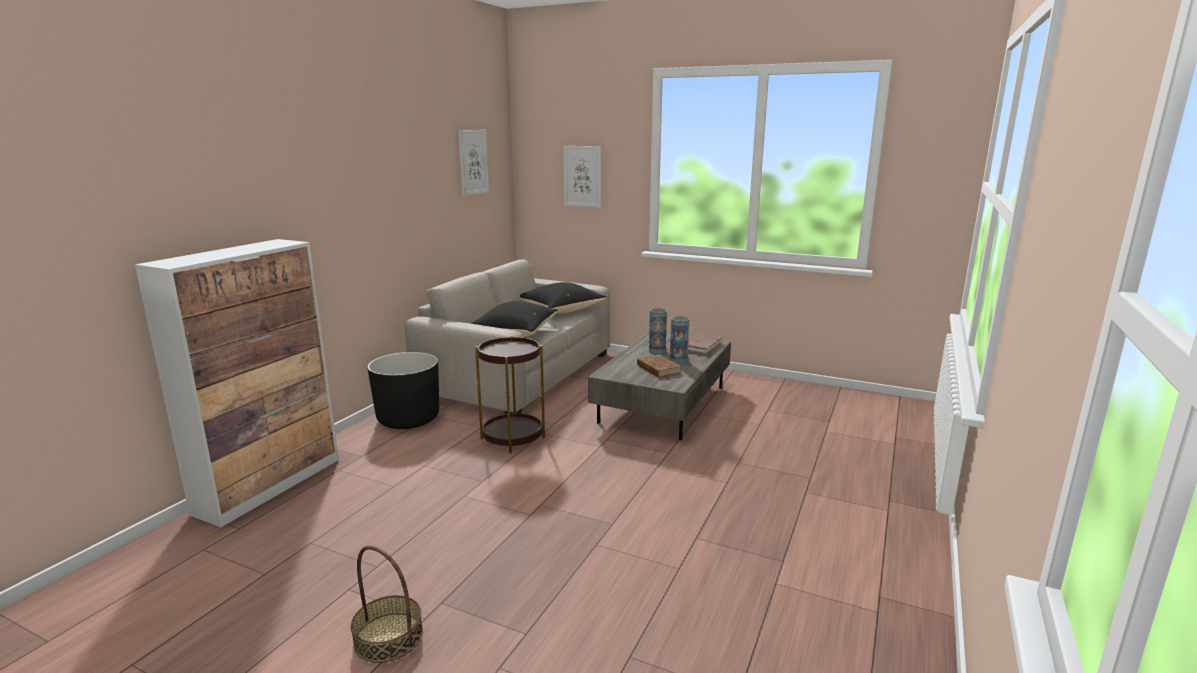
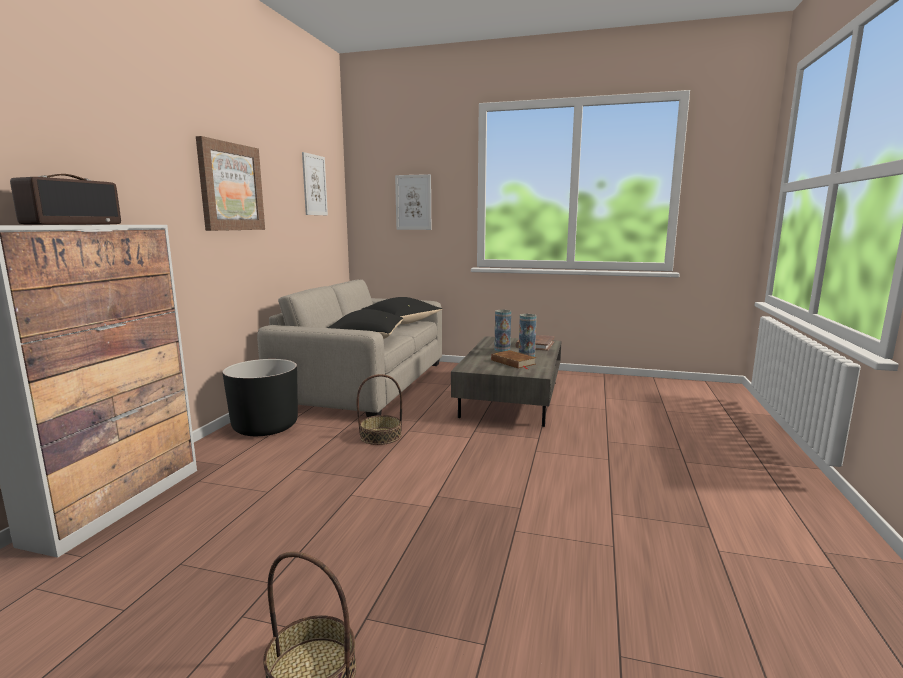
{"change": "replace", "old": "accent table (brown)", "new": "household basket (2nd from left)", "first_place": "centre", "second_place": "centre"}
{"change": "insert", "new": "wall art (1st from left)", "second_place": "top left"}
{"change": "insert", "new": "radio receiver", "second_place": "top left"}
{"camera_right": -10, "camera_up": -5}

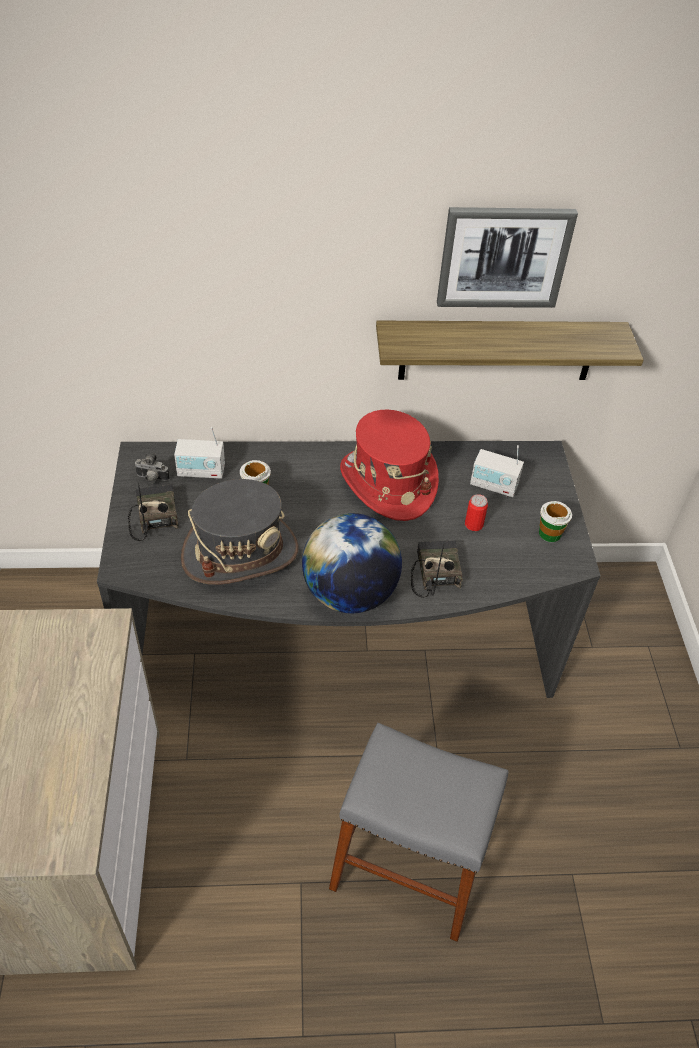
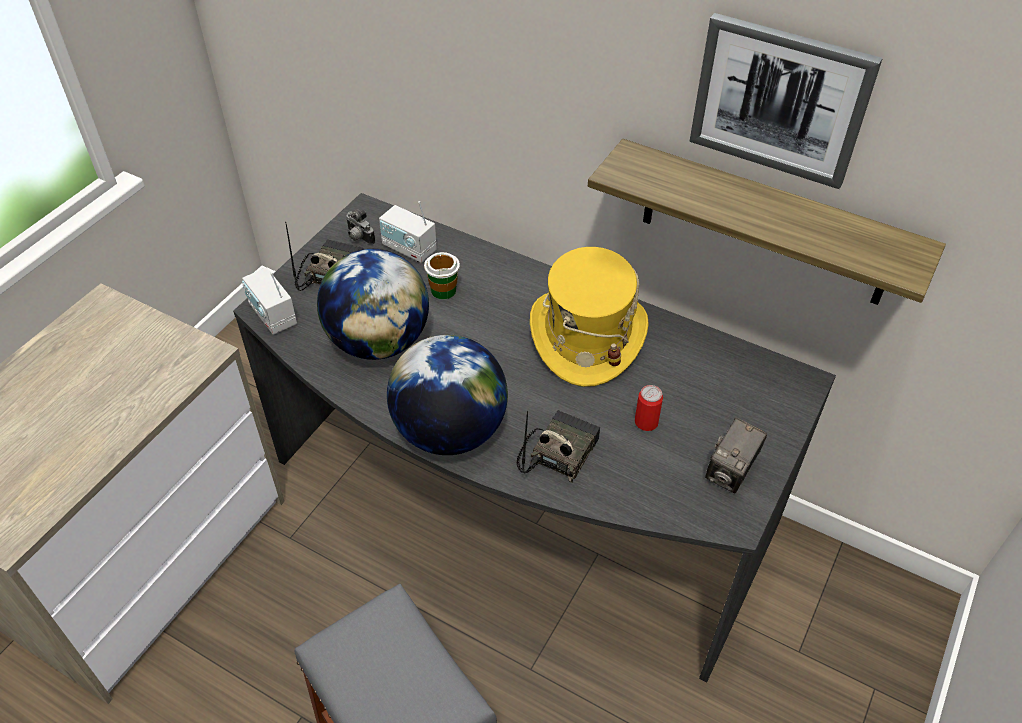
{"change": "recolor", "old": "wearable hat (red-coloured)", "new": "wearable hat (yellow-coloured)", "first_place": "centre", "second_place": "centre"}
{"change": "move", "old": "radio receiver (4th from left in the first image)", "new": "radio receiver (1st from left)", "first_place": "middle right", "second_place": "middle left"}
{"change": "replace", "old": "wearable hat (gray)", "new": "world globe (1st from left)", "first_place": "centre", "second_place": "centre"}
{"change": "replace", "old": "drinking cup (2nd from left)", "new": "still camera (2nd from left)", "first_place": "middle right", "second_place": "middle right"}
{"camera_right": 35, "camera_up": 0}

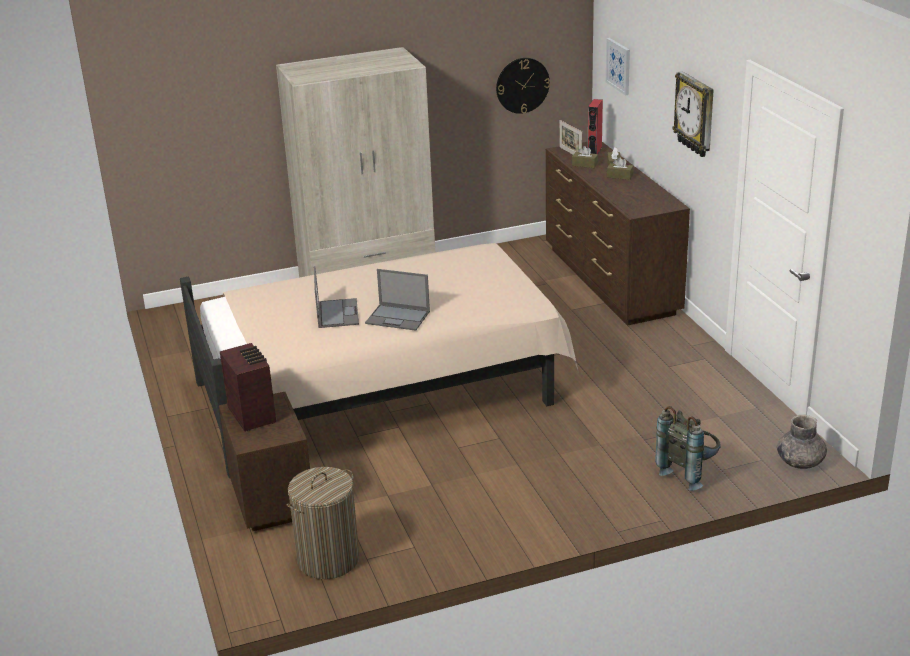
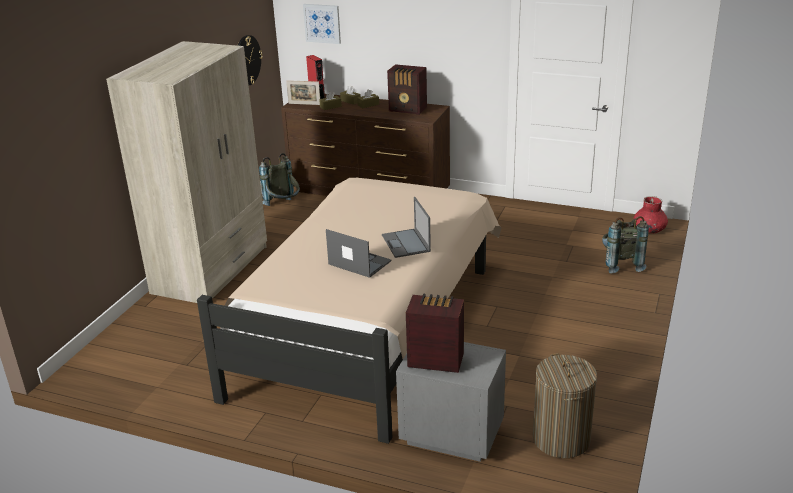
{"change": "delete", "old": "clock on the wall (2nd from left)", "first_place": "top right"}
{"change": "rotate", "old": "notebook computer (2nd from left)", "first_place": "centre", "second_place": "centre", "degrees": 105}
{"change": "recolor", "old": "bedside table (brown)", "new": "bedside table (gray)", "first_place": "bottom left", "second_place": "bottom centre"}
{"change": "recolor", "old": "vase (gray)", "new": "vase (red-coloured)", "first_place": "bottom right", "second_place": "middle right"}
{"change": "insert", "new": "radio receiver (1st from left)", "second_place": "top centre"}
{"change": "insert", "new": "knapsack (gray) (1st from left)", "second_place": "centre"}
{"camera_right": -50, "camera_up": 0}

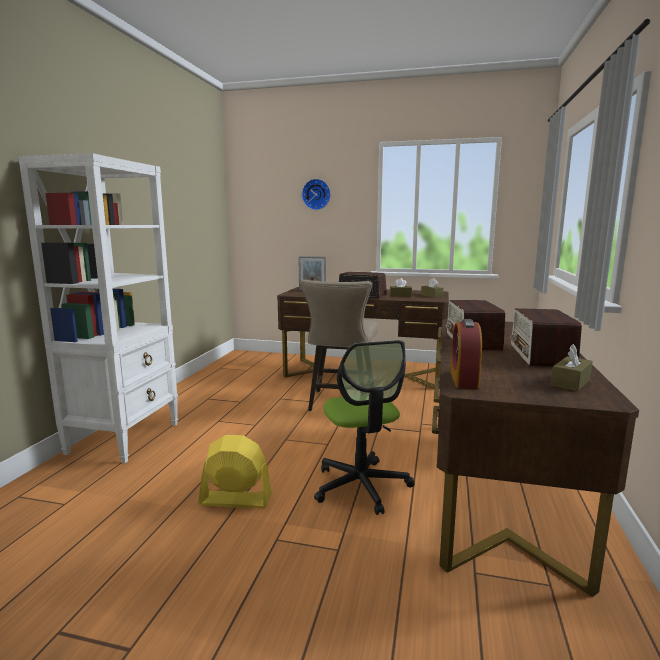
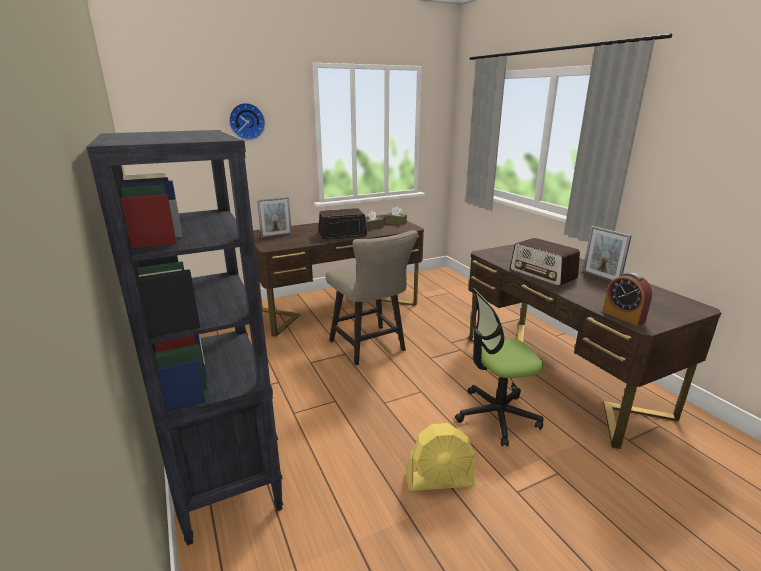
{"change": "recolor", "old": "bookcase (white)", "new": "bookcase (blackish)", "first_place": "middle left", "second_place": "middle left"}
{"change": "replace", "old": "radio receiver (3rd from left)", "new": "photo frame (2nd from left)", "first_place": "middle right", "second_place": "middle right"}
{"change": "rotate", "old": "office chair", "first_place": "centre", "second_place": "centre", "degrees": 135}
{"change": "delete", "old": "tissue box (brown) (3rd from left)", "first_place": "middle right"}
{"change": "rotate", "old": "fan (yellow-coloured)", "first_place": "bottom centre", "second_place": "bottom centre", "degrees": -150}
{"camera_right": -40, "camera_up": 10}

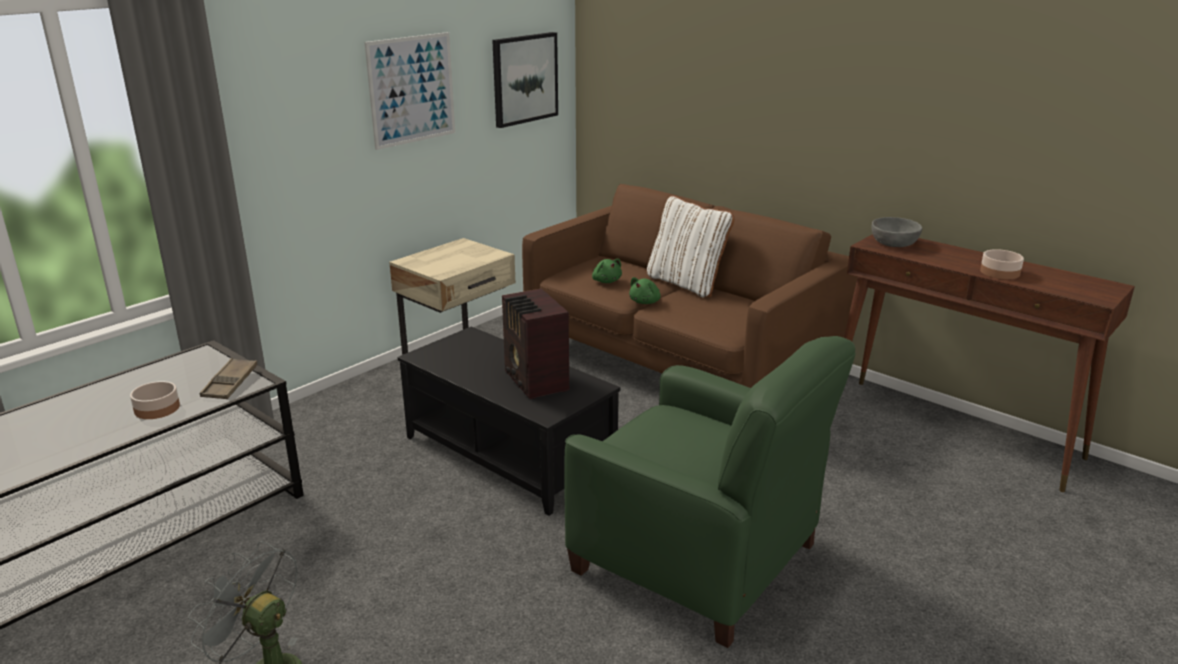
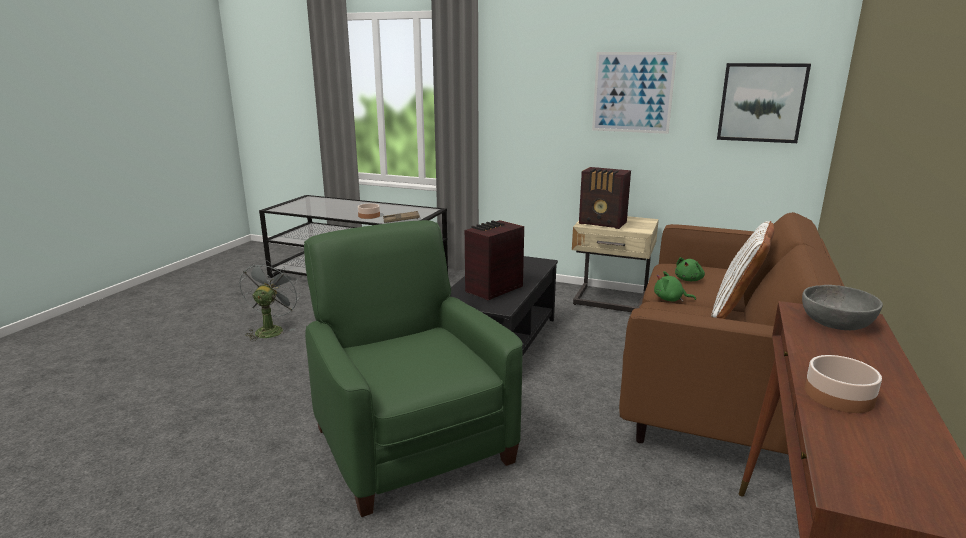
{"change": "rotate", "old": "easy chair (green-coloured)", "first_place": "bottom centre", "second_place": "bottom centre", "degrees": 135}
{"change": "insert", "new": "radio receiver (2nd from left)", "second_place": "centre"}
{"camera_right": 70, "camera_up": -5}

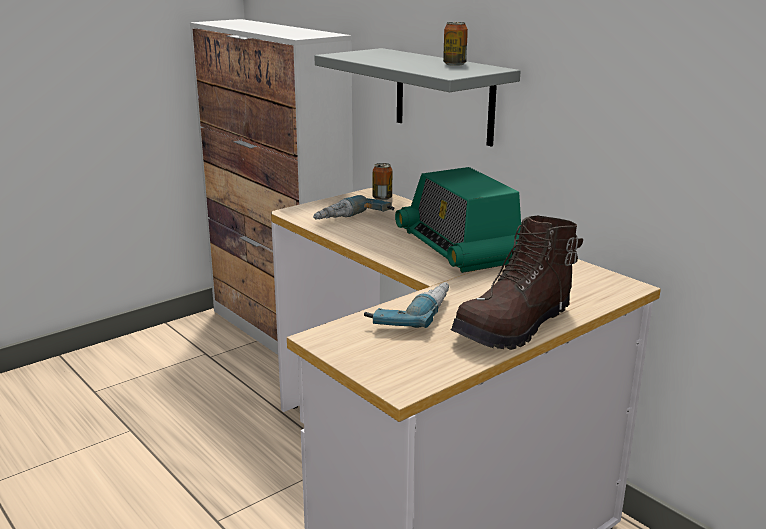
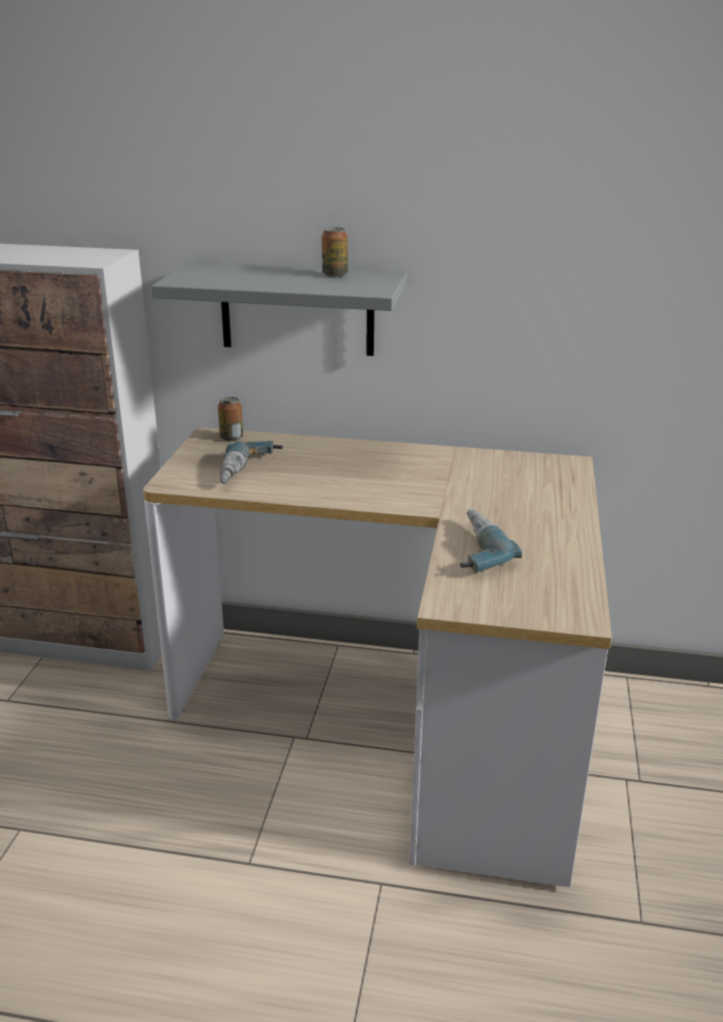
{"change": "delete", "old": "radio receiver", "first_place": "centre"}
{"change": "delete", "old": "tall boot (brown)", "first_place": "middle right"}
{"camera_right": -40, "camera_up": 5}

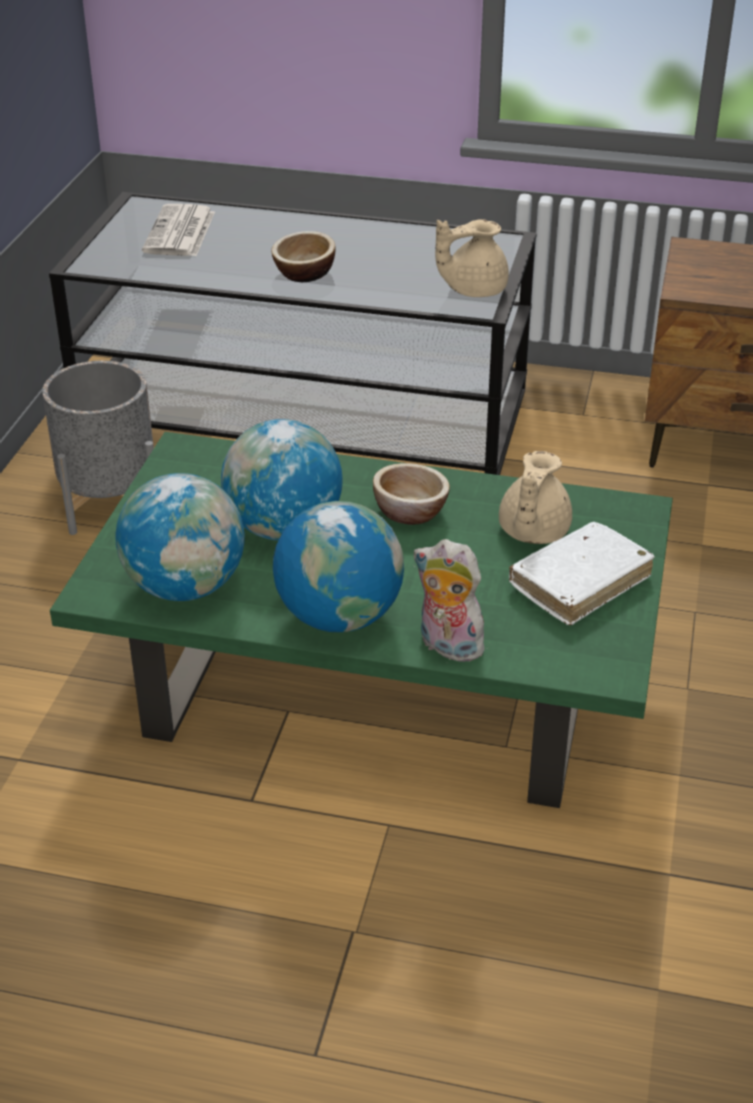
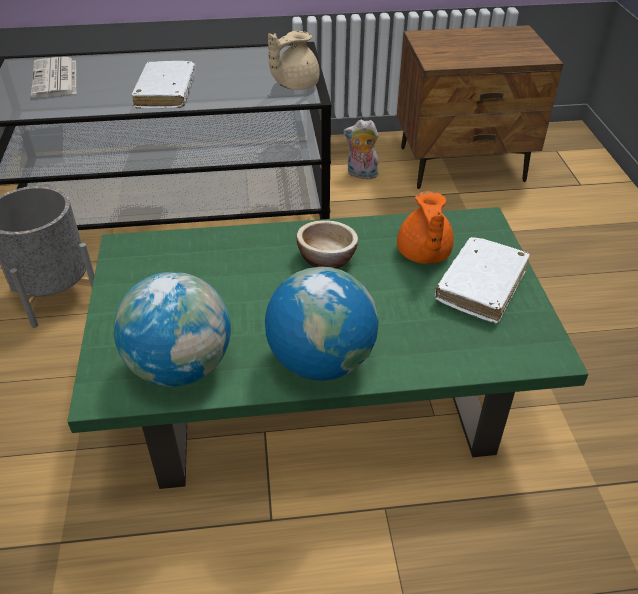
{"change": "replace", "old": "bowl (1st from left)", "new": "book (white) (1st from left)", "first_place": "top centre", "second_place": "top left"}
{"change": "delete", "old": "world globe (2nd from left)", "first_place": "centre"}
{"change": "recolor", "old": "pot for tea (beige-coloured) (2nd from left)", "new": "pot for tea (orangey)", "first_place": "middle right", "second_place": "centre"}
{"change": "move", "old": "soft toy", "first_place": "centre", "second_place": "top centre"}
{"camera_right": -20, "camera_up": 5}

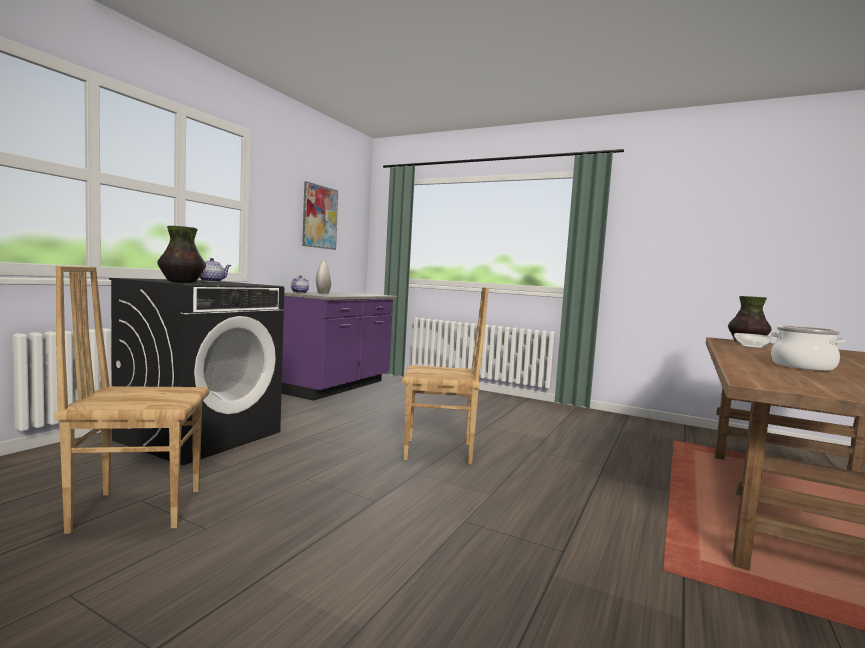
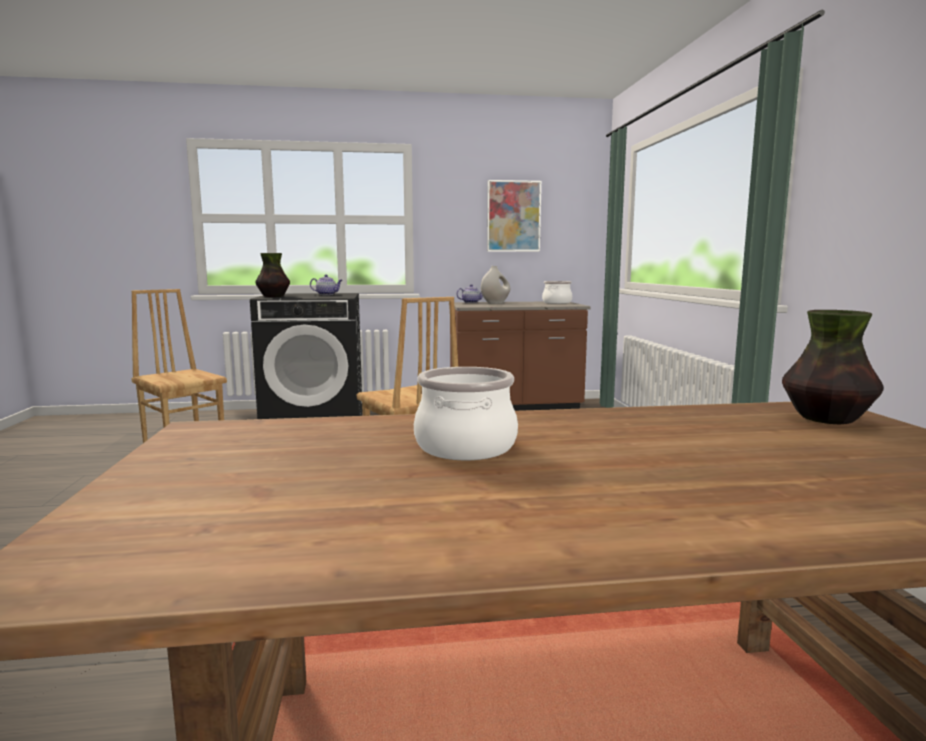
{"change": "recolor", "old": "kitchen base unit (purple)", "new": "kitchen base unit (brown)", "first_place": "centre", "second_place": "centre"}
{"change": "delete", "old": "bowl", "first_place": "middle right"}
{"change": "insert", "new": "stockpot (2nd from left)", "second_place": "centre"}
{"camera_right": 55, "camera_up": 5}

